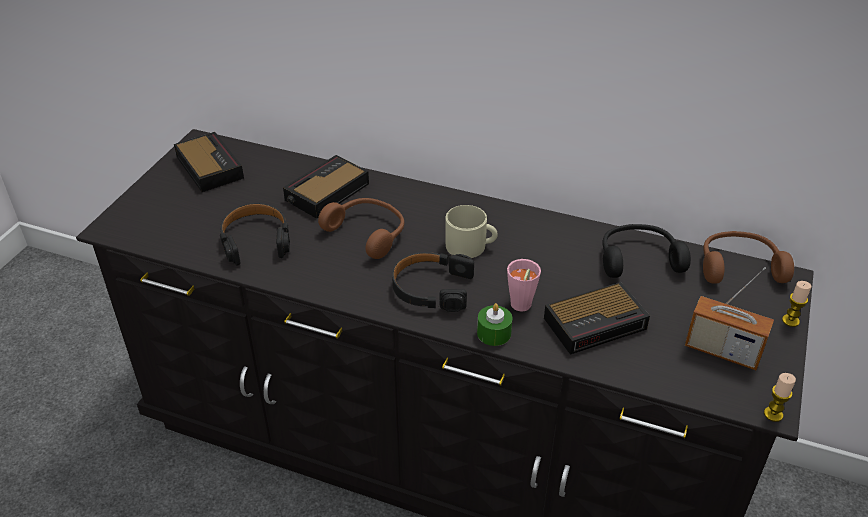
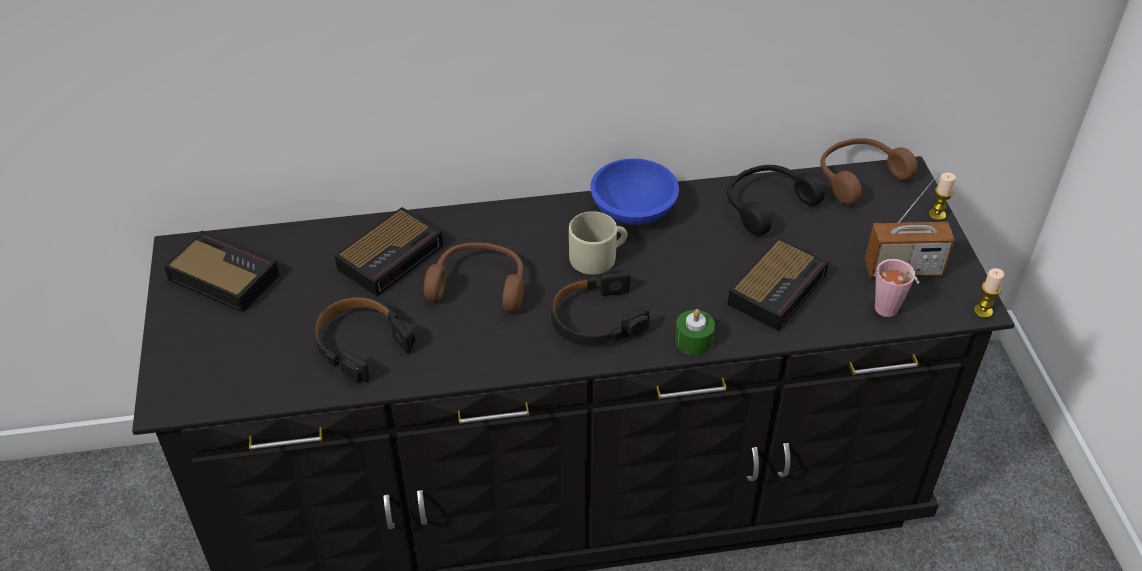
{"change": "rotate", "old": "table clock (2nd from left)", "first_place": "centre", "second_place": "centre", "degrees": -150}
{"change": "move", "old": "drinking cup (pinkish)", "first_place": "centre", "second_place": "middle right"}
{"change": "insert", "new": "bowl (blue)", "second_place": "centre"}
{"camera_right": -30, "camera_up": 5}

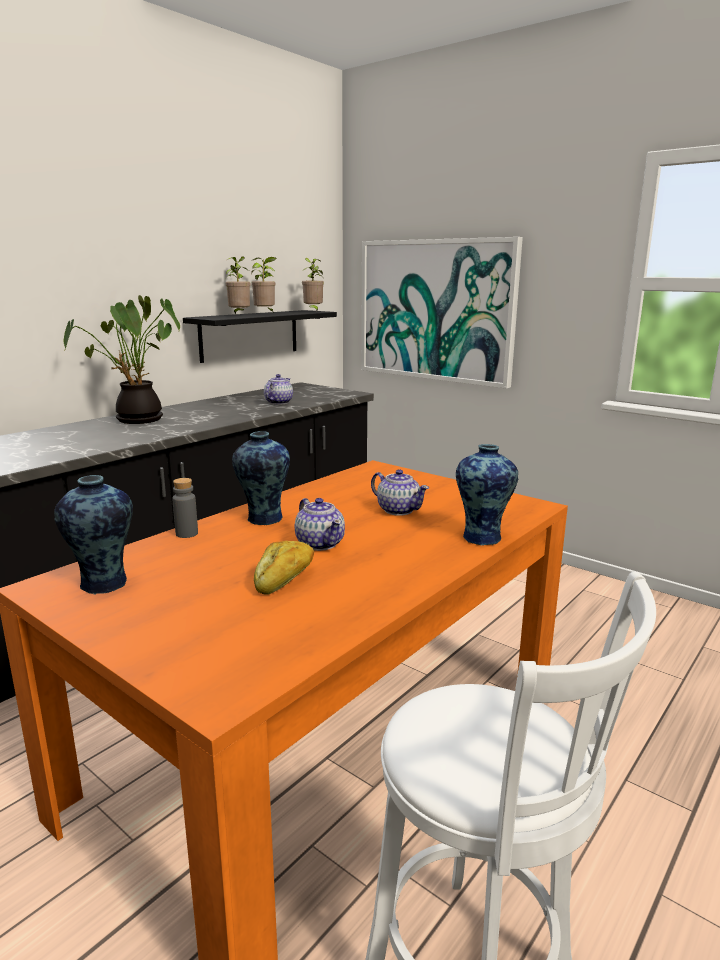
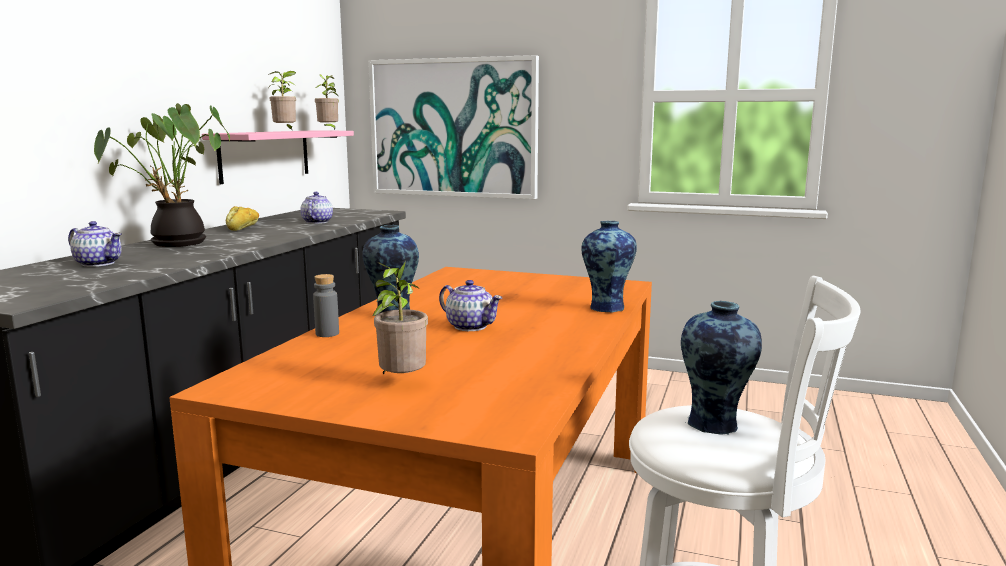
{"change": "move", "old": "plant in a pot (2nd from left in the first image)", "new": "plant in a pot (4th from left)", "first_place": "top left", "second_place": "centre"}
{"change": "recolor", "old": "wall shelf (blackish)", "new": "wall shelf (pinkish)", "first_place": "centre", "second_place": "top left"}
{"change": "move", "old": "pot for tea (3rd from left in the first image)", "new": "pot for tea (1st from left)", "first_place": "centre", "second_place": "middle left"}
{"change": "move", "old": "vase (1st from left in the first image)", "new": "vase (3rd from left)", "first_place": "middle left", "second_place": "middle right"}
{"change": "move", "old": "bread", "first_place": "centre", "second_place": "middle left"}
{"camera_right": -20, "camera_up": -5}

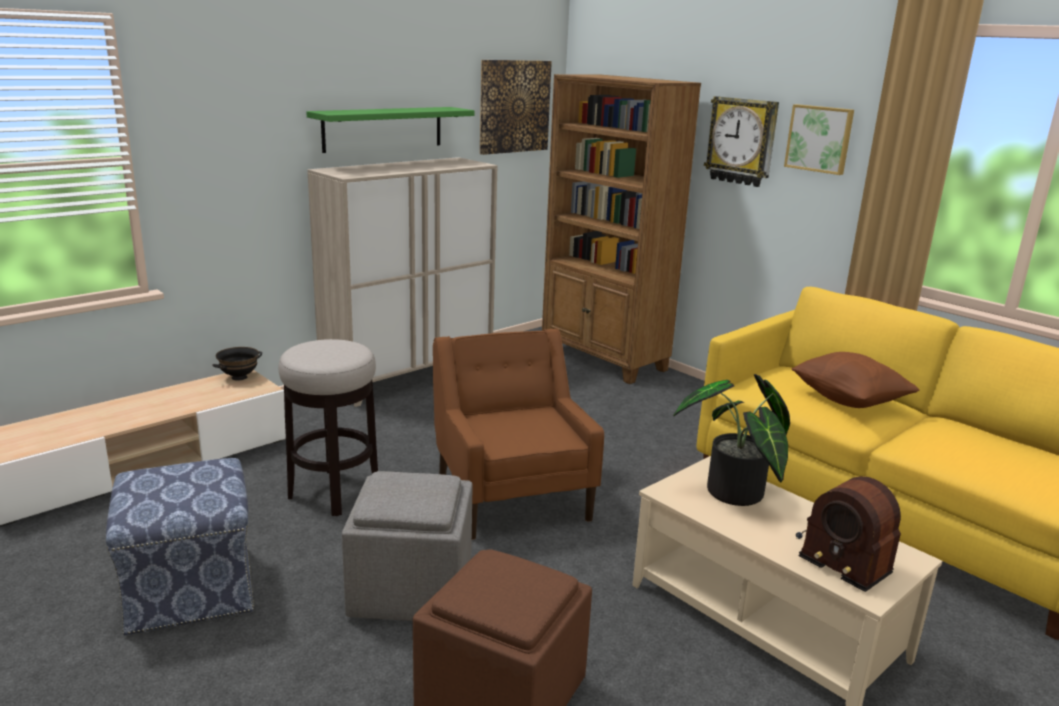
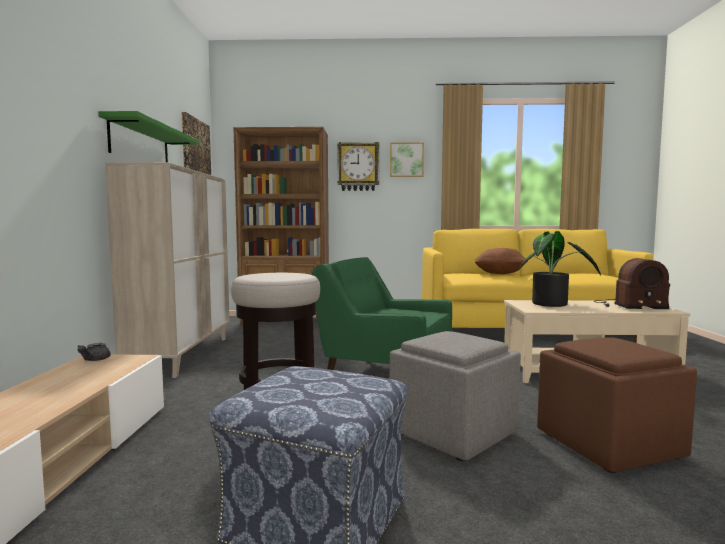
{"change": "recolor", "old": "easy chair (brown)", "new": "easy chair (green-coloured)", "first_place": "centre", "second_place": "centre"}
{"change": "replace", "old": "bowl (blackish)", "new": "pot for tea (gray)", "first_place": "middle left", "second_place": "middle left"}
{"camera_right": -45, "camera_up": -15}

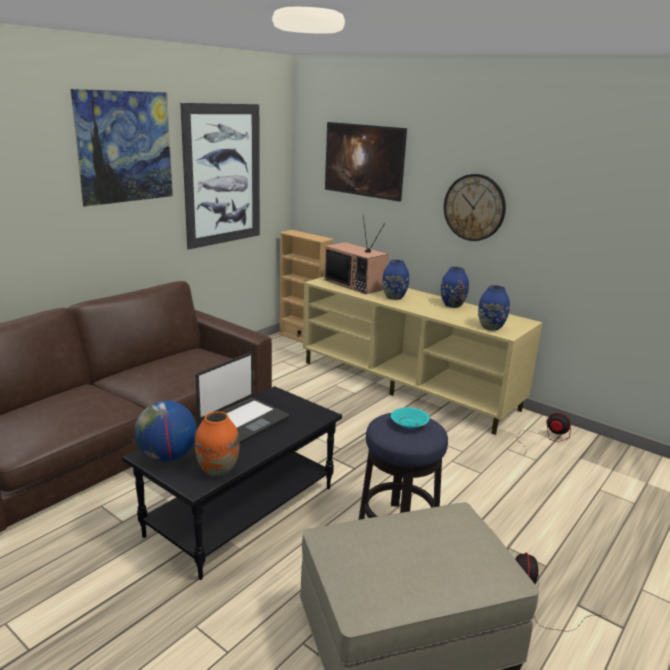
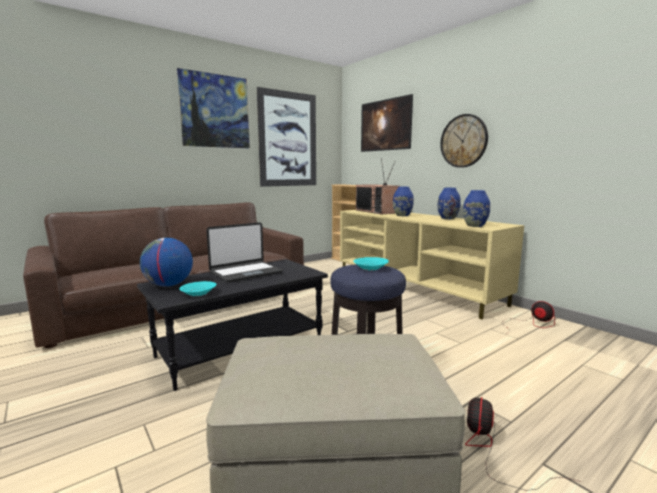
{"change": "replace", "old": "vase (orangey)", "new": "bowl (turquoise) (1st from left)", "first_place": "middle left", "second_place": "middle left"}
{"camera_right": 15, "camera_up": -10}

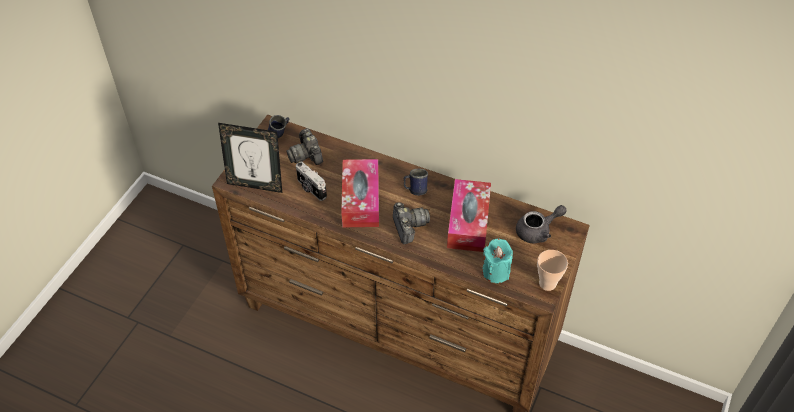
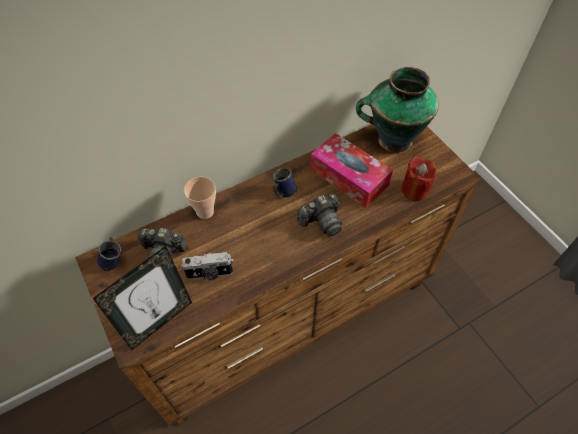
{"change": "delete", "old": "tissue box (1st from left)", "first_place": "centre"}
{"change": "rotate", "old": "still camera (3rd from left)", "first_place": "centre", "second_place": "centre", "degrees": 135}
{"change": "replace", "old": "pot for tea (gray)", "new": "vase", "first_place": "middle right", "second_place": "top right"}
{"change": "recolor", "old": "candle (turquoise)", "new": "candle (red-coloured)", "first_place": "centre", "second_place": "middle right"}
{"change": "move", "old": "drinking cup", "first_place": "middle right", "second_place": "centre"}
{"camera_right": -55, "camera_up": 5}

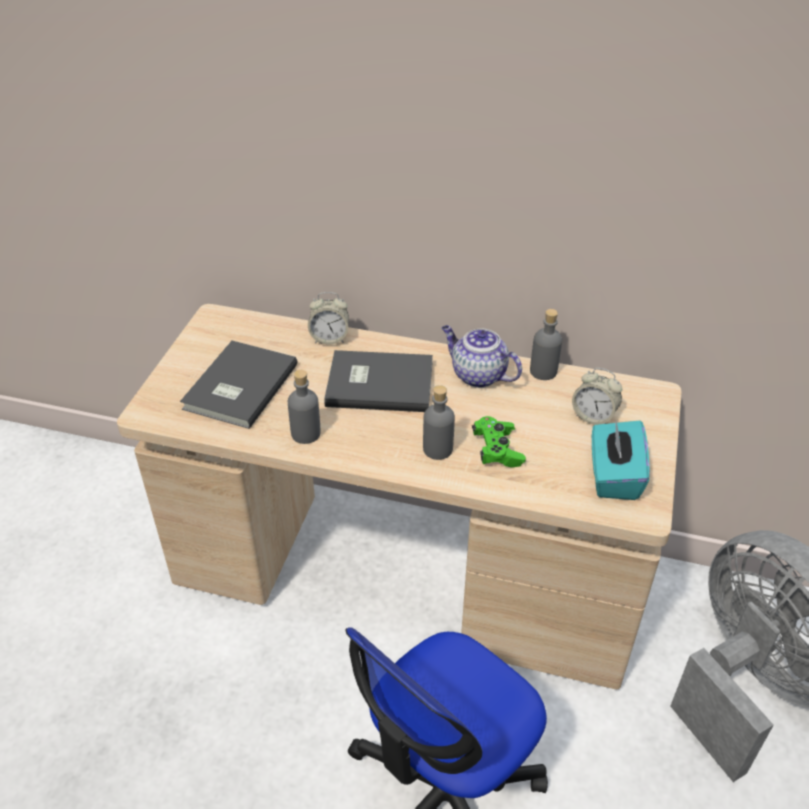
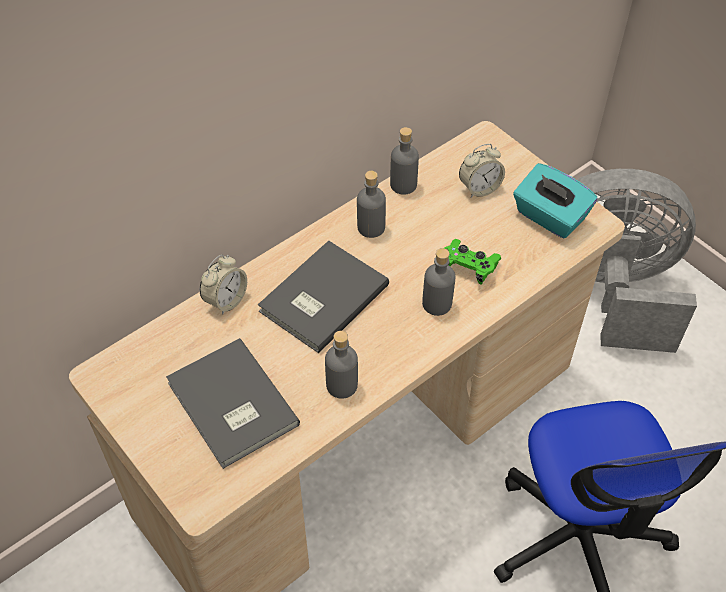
{"change": "replace", "old": "pot for tea", "new": "beverage bottle (gray) (2nd from left)", "first_place": "centre", "second_place": "centre"}
{"camera_right": -55, "camera_up": 10}

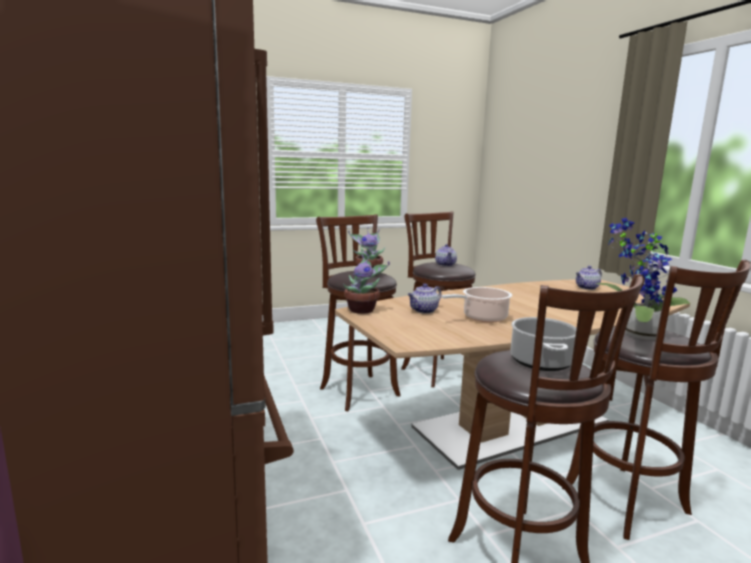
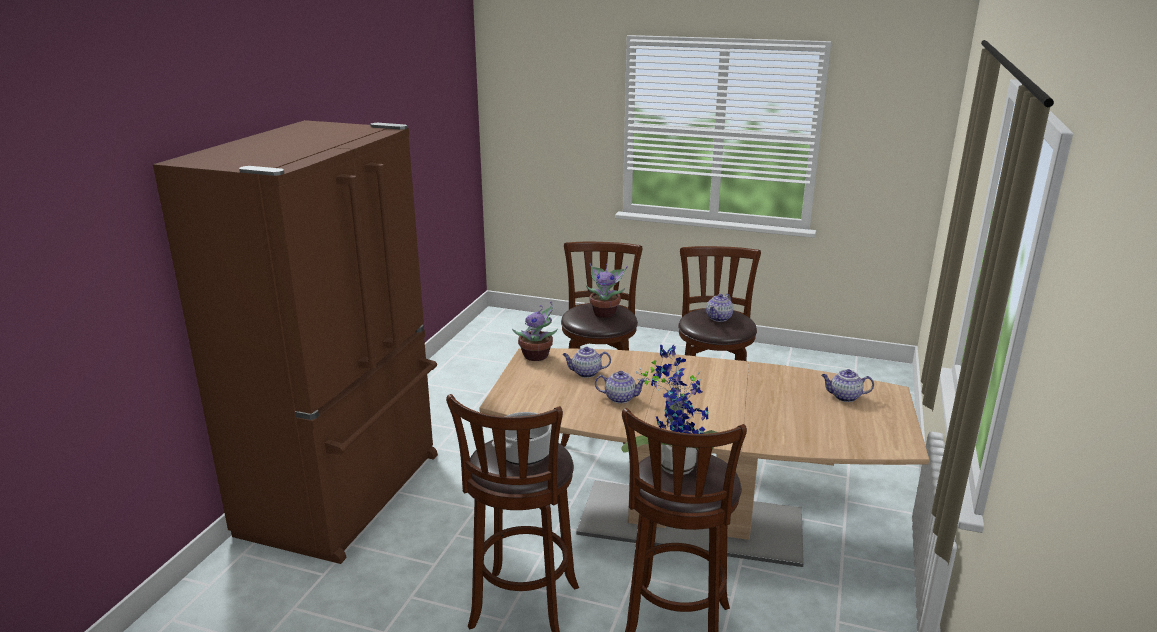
{"change": "replace", "old": "stockpot (1st from left)", "new": "pot for tea (2nd from left)", "first_place": "centre", "second_place": "centre"}
{"camera_right": 40, "camera_up": 10}

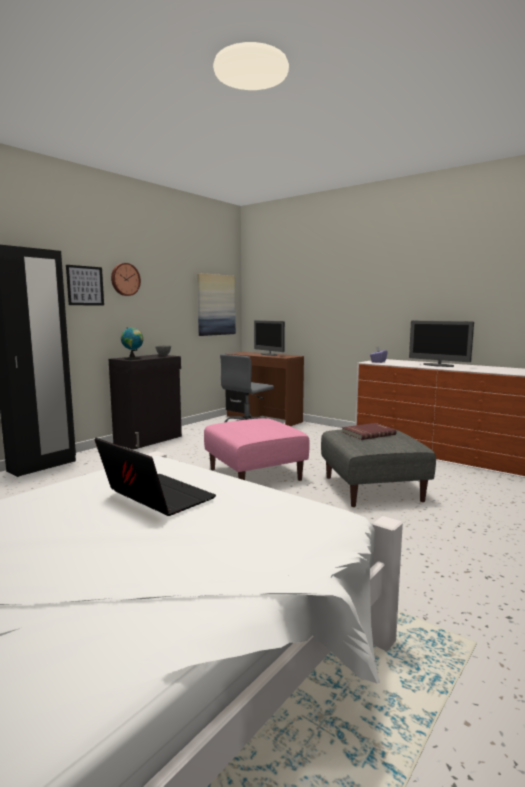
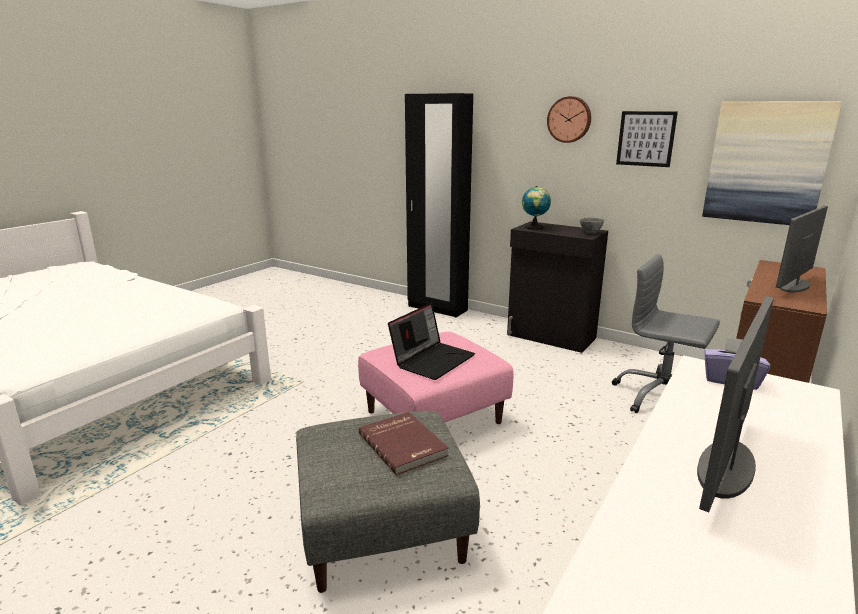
{"change": "move", "old": "wall art (1st from left)", "first_place": "middle left", "second_place": "top right"}
{"change": "move", "old": "notebook computer", "first_place": "middle left", "second_place": "centre"}
{"camera_right": 85, "camera_up": 10}

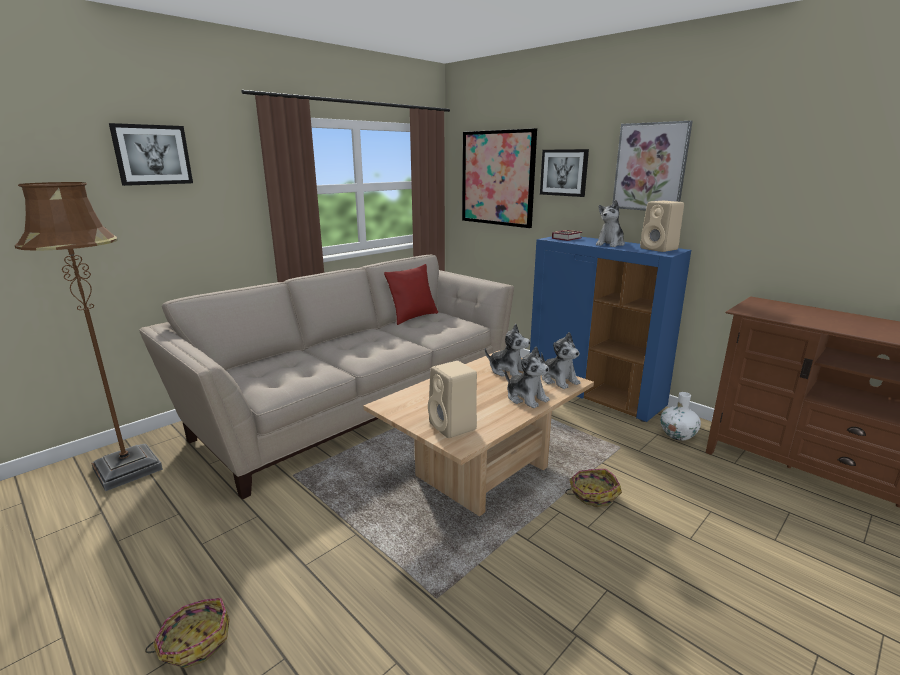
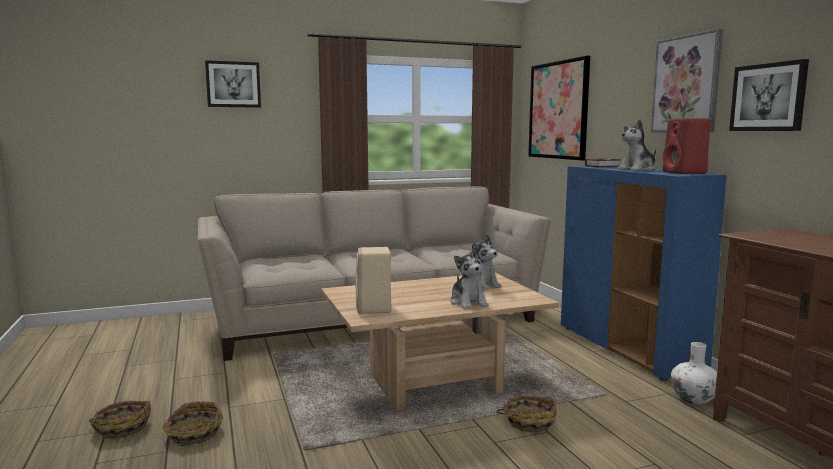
{"change": "move", "old": "wall art (3rd from left in the first image)", "new": "wall art (4th from left)", "first_place": "top centre", "second_place": "top right"}
{"change": "delete", "old": "floor lamp (brown)", "first_place": "middle left"}
{"change": "recolor", "old": "loudspeaker (beige-coloured) (2nd from left)", "new": "loudspeaker (red-coloured)", "first_place": "middle right", "second_place": "top right"}
{"change": "delete", "old": "cushion (red-coloured)", "first_place": "centre"}
{"change": "delete", "old": "soft toy (3rd from left)", "first_place": "centre"}
{"change": "insert", "new": "household basket (2nd from left)", "second_place": "bottom left"}
{"camera_right": 25, "camera_up": -10}

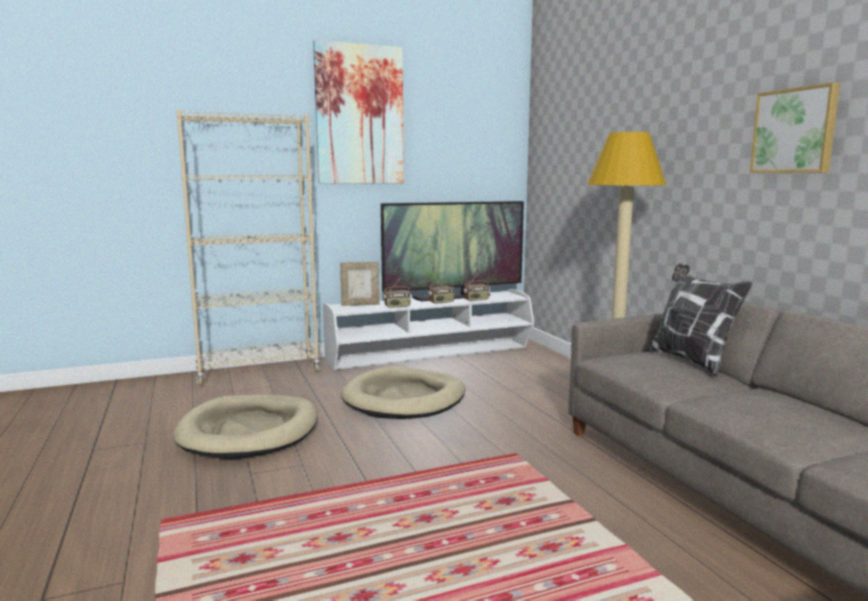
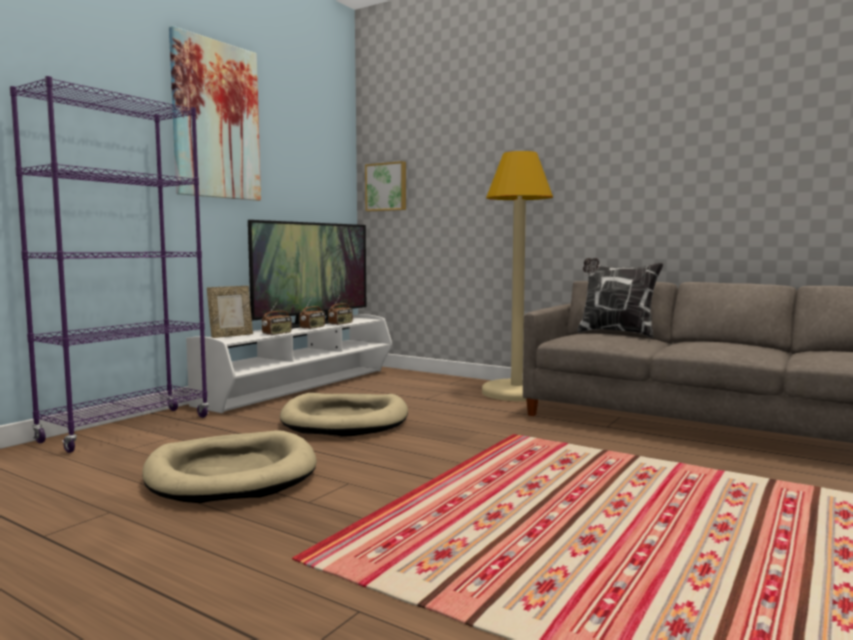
{"change": "move", "old": "wall art (2nd from left)", "first_place": "top right", "second_place": "top centre"}
{"change": "recolor", "old": "bookcase (beige-coloured)", "new": "bookcase (purple)", "first_place": "middle left", "second_place": "middle left"}
{"camera_right": -35, "camera_up": -5}

